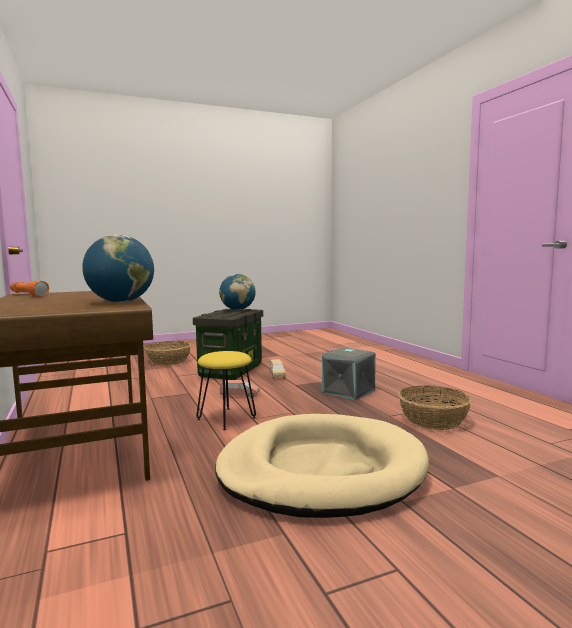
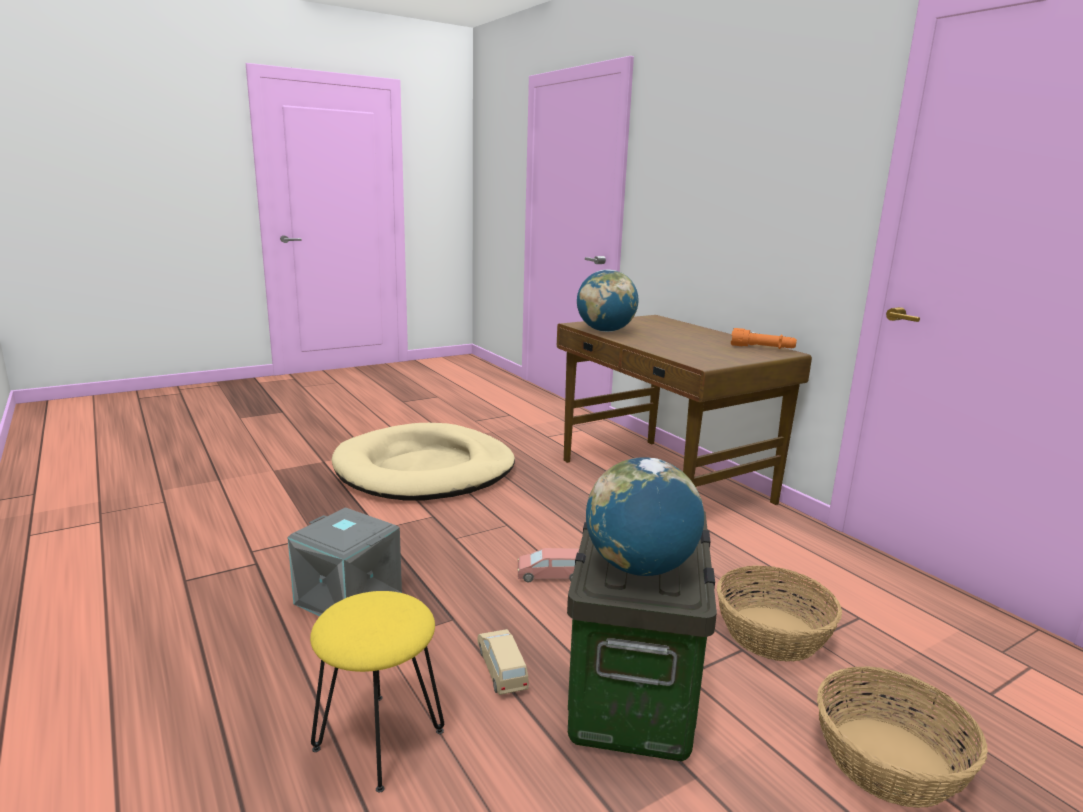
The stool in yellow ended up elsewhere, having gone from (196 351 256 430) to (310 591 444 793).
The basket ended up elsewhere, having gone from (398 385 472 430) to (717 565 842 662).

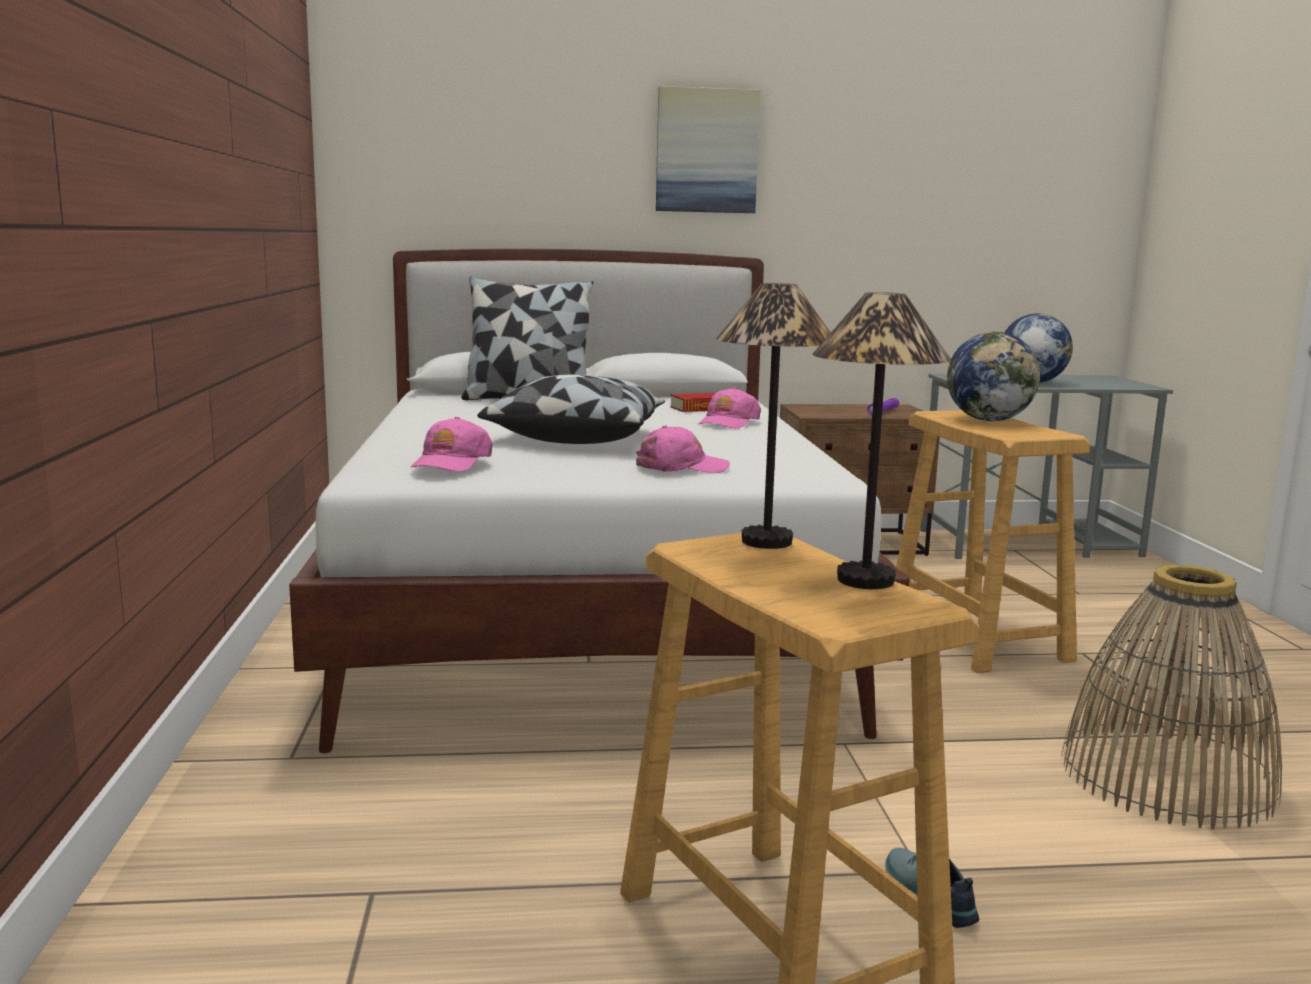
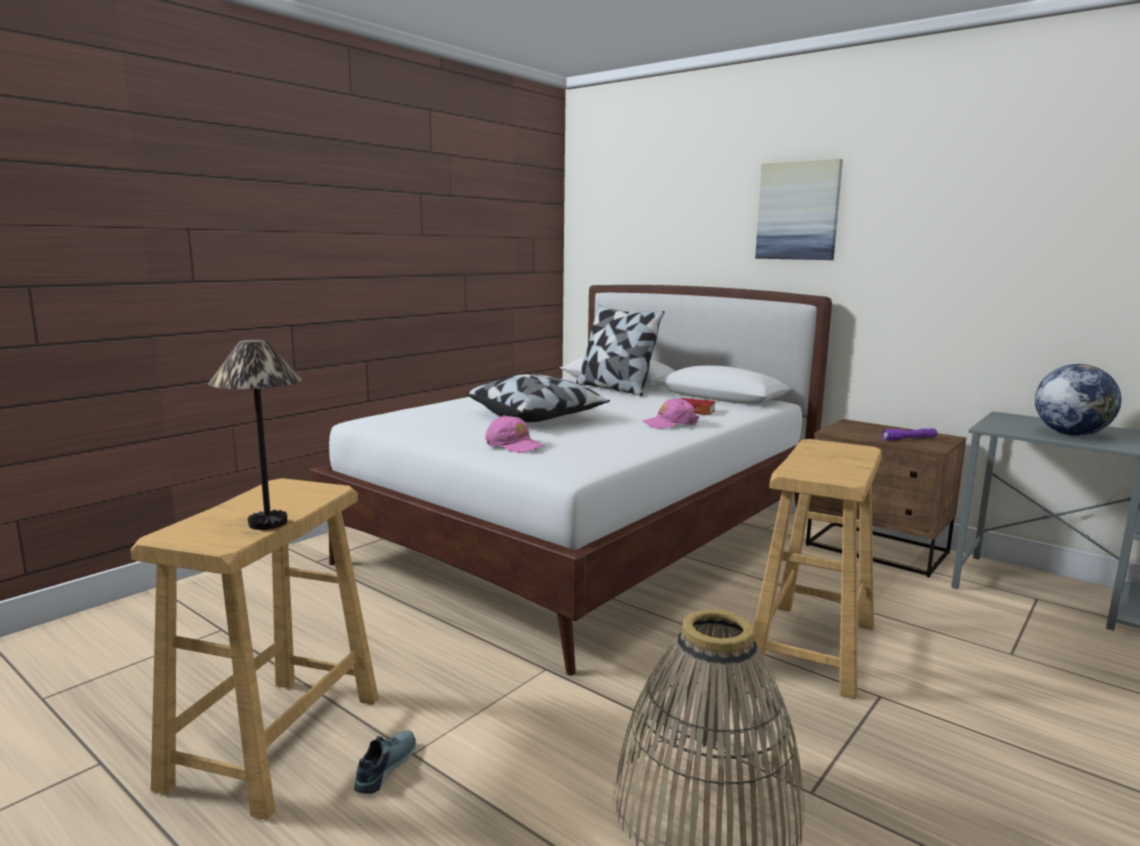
The second view lost the cap in pink at (411 417 493 471).
The second view lost the table lamp at (716 283 831 549).
The second view lost the globe at (947 332 1040 421).

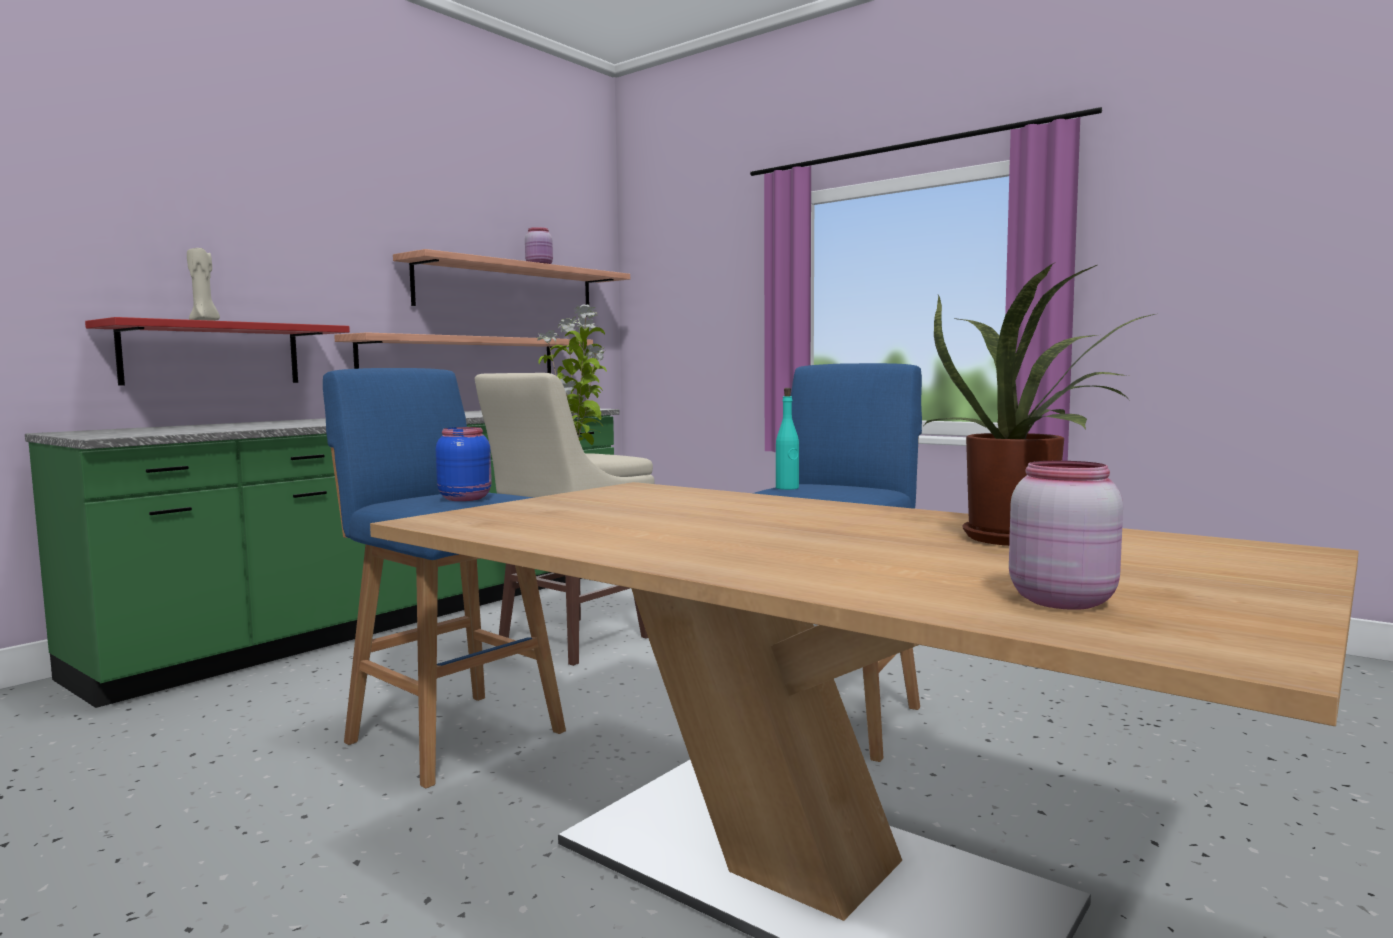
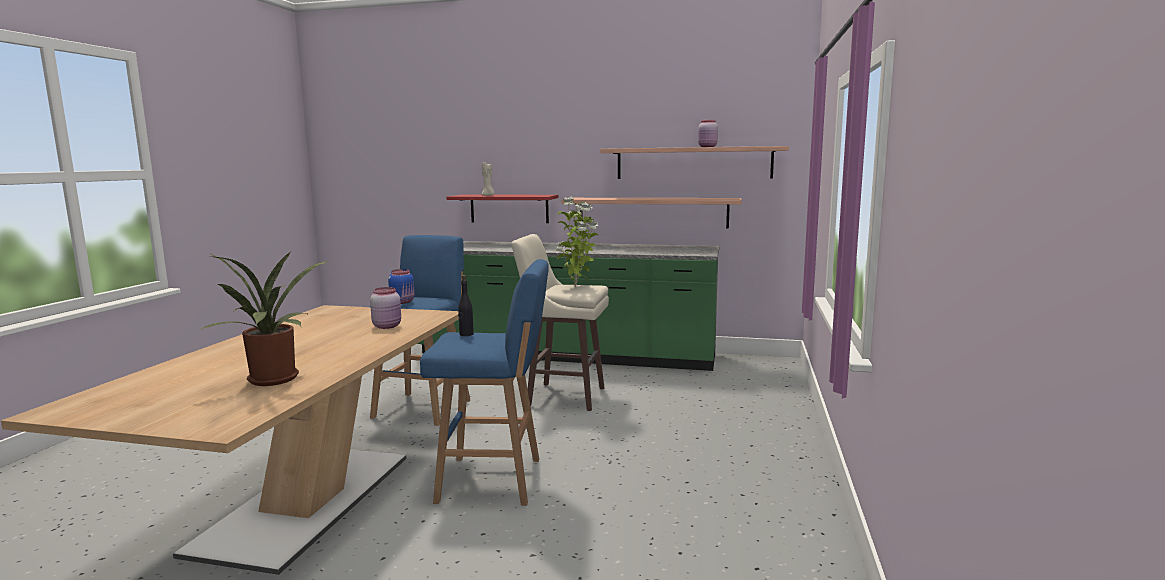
The jar in pink ended up elsewhere, having gone from (1009 461 1123 610) to (370 287 401 329).
What was the bottle in turquoise at (776 388 799 490) turned into the bottle in black at (458 275 474 336).

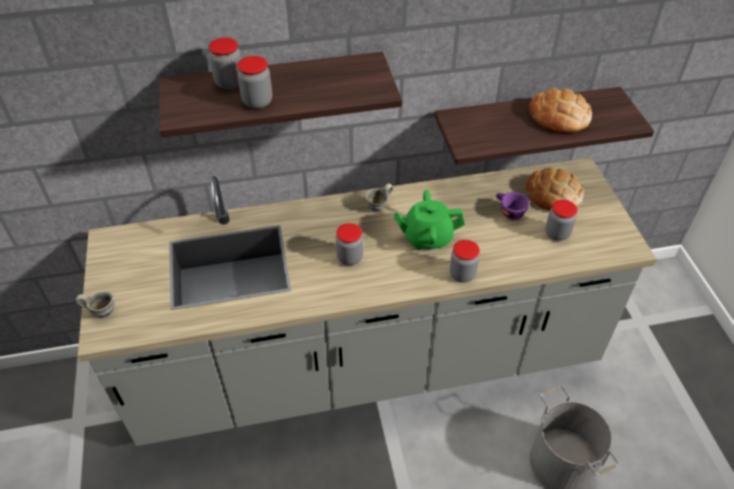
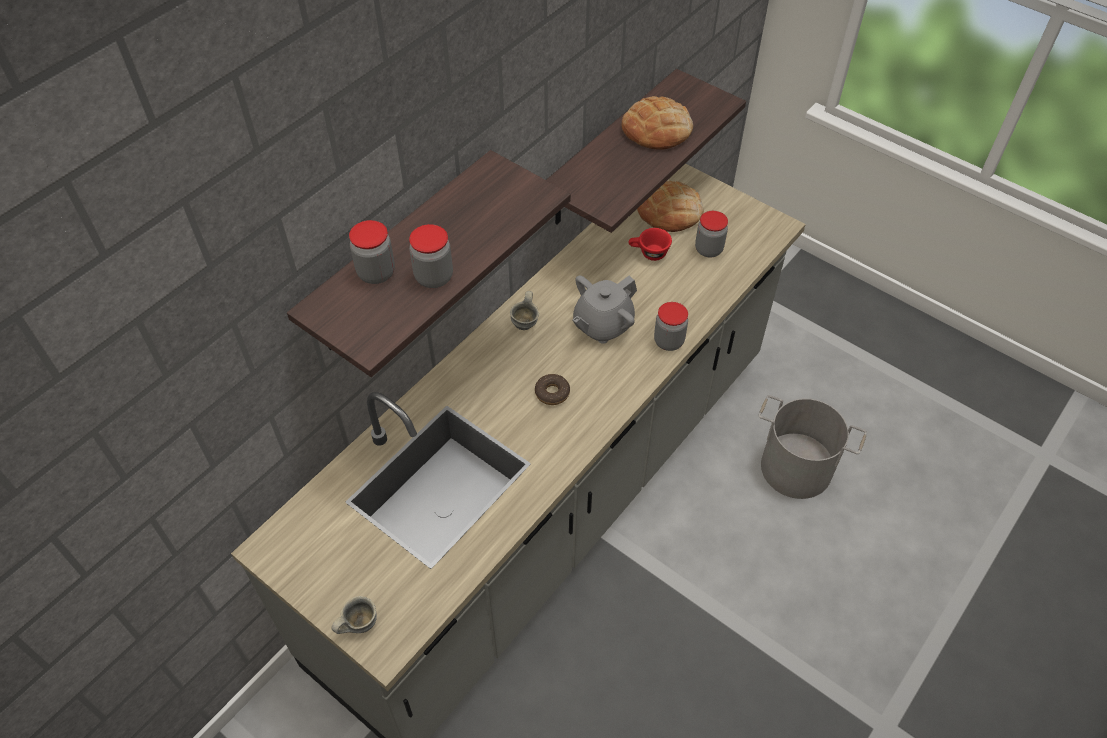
Where the jar stood at (336 223 363 265), the donut came to stand at (535 374 570 405).
What was the teapot in green at (393 190 465 250) turned into the teapot in grey at (572 275 637 344).
What was the cup in purple at (496 192 529 220) turned into the cup in red at (629 228 672 261).

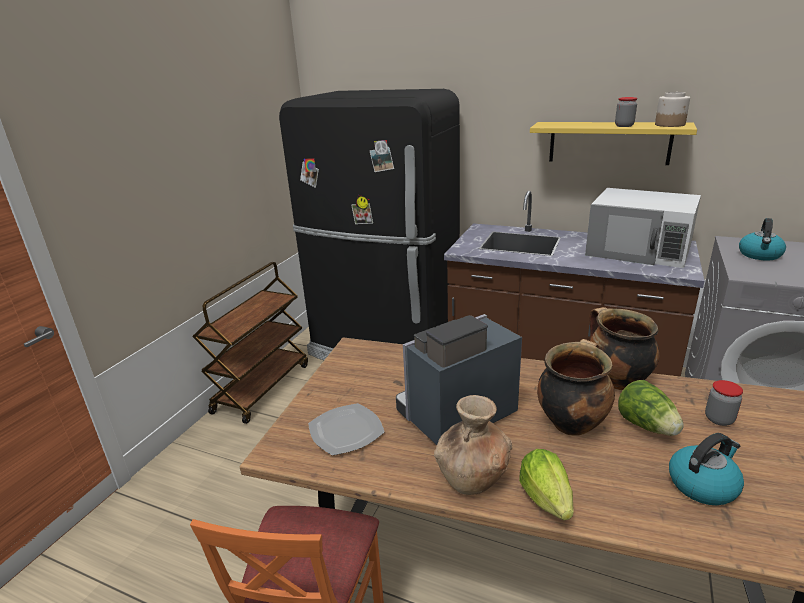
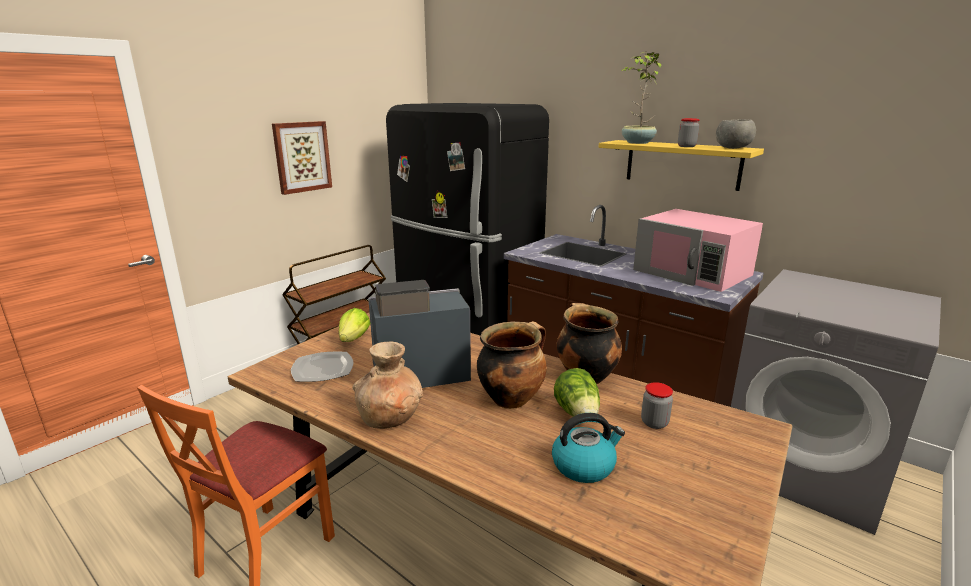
The second view gained the picture at (272 121 332 195).
The lettuce ended up elsewhere, having gone from (519 449 574 520) to (339 308 370 342).
The second view gained the potted plant at (621 52 661 144).
What was the microwave in white at (585 188 701 268) turned into the microwave in pink at (633 209 763 292).
Where the jar stood at (655 92 690 127), the bowl in grey came to stand at (716 119 756 149).
The second view lost the kettle at (739 218 786 261).

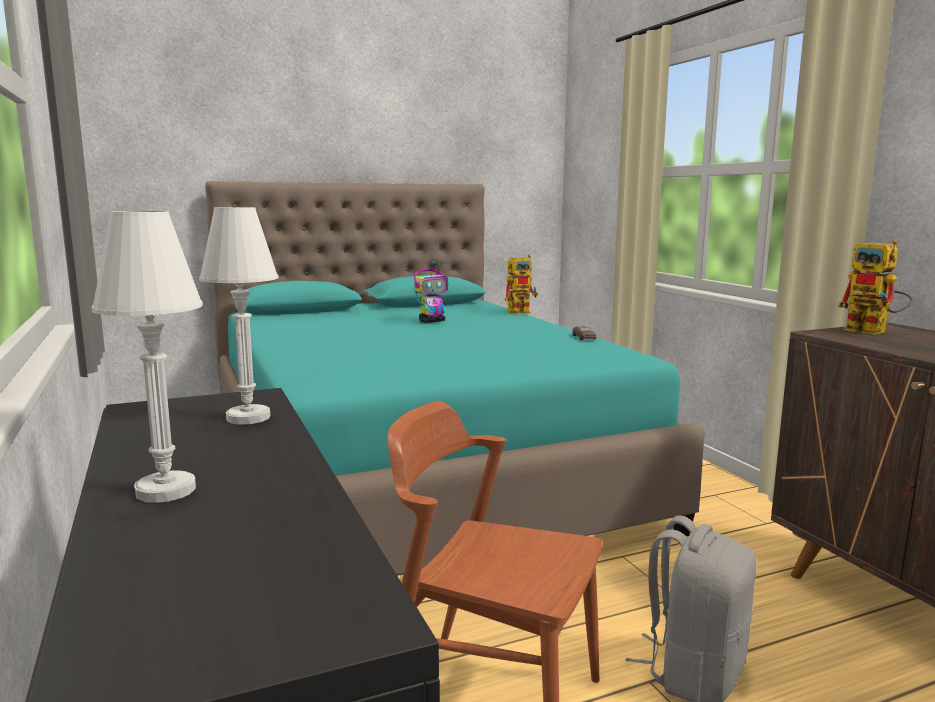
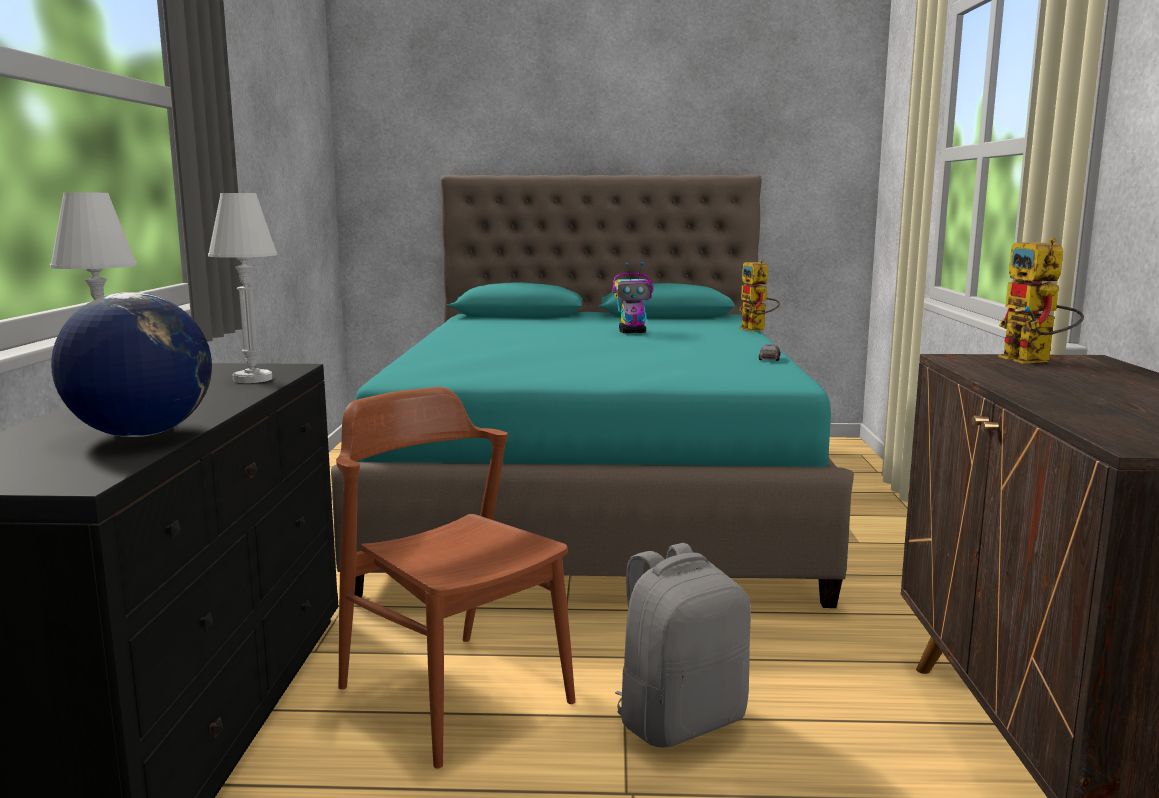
The second view gained the globe at (51 292 212 437).
The toy robot at (505 255 538 315) ended up facing another way, 75 degrees clockwise from before.

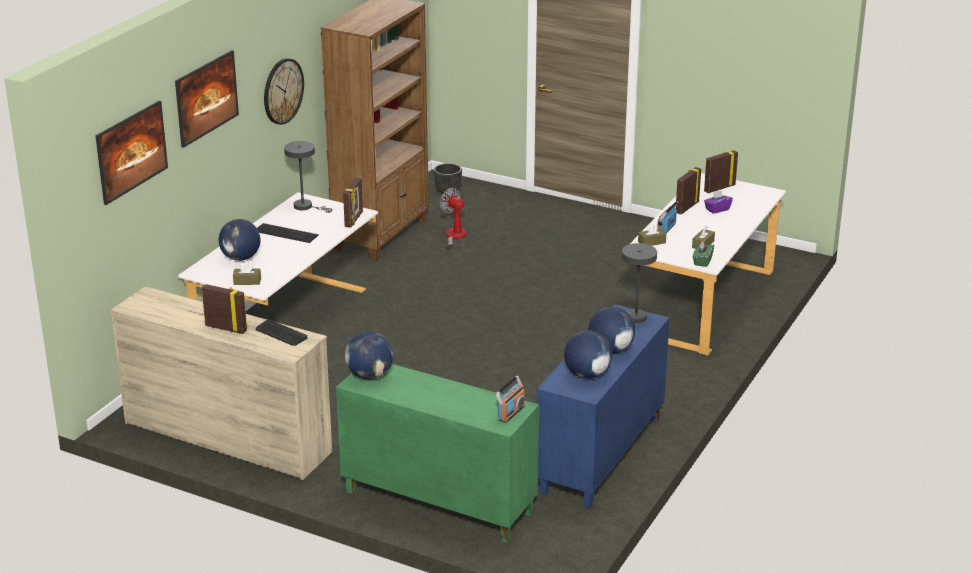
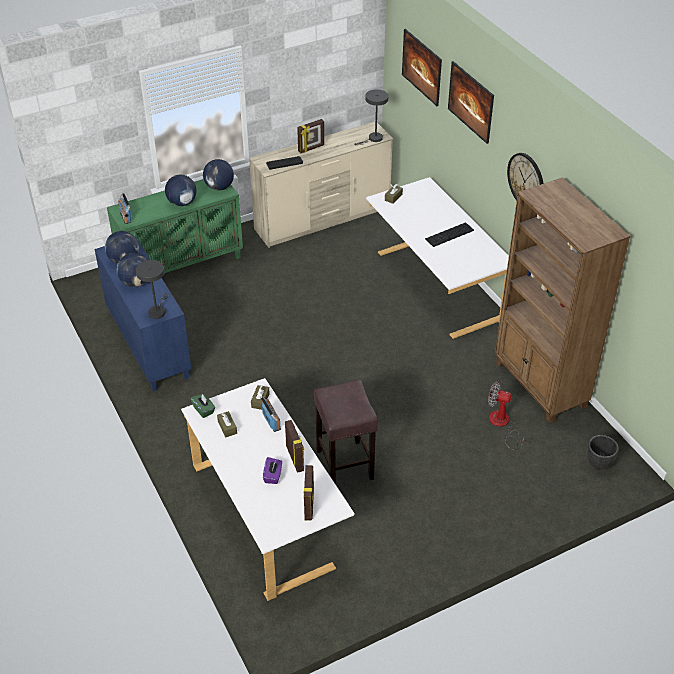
The globe ended up elsewhere, having gone from (219 219 261 261) to (165 175 197 206).
The second view gained the stool in brown at (314 380 378 485).
The table lamp in grey ended up elsewhere, having gone from (284 141 332 213) to (354 90 389 145).
The fan at (440 188 467 254) ended up facing another way, 150 degrees counterclockwise from before.
The second view lost the picture frame at (343 178 363 228).

